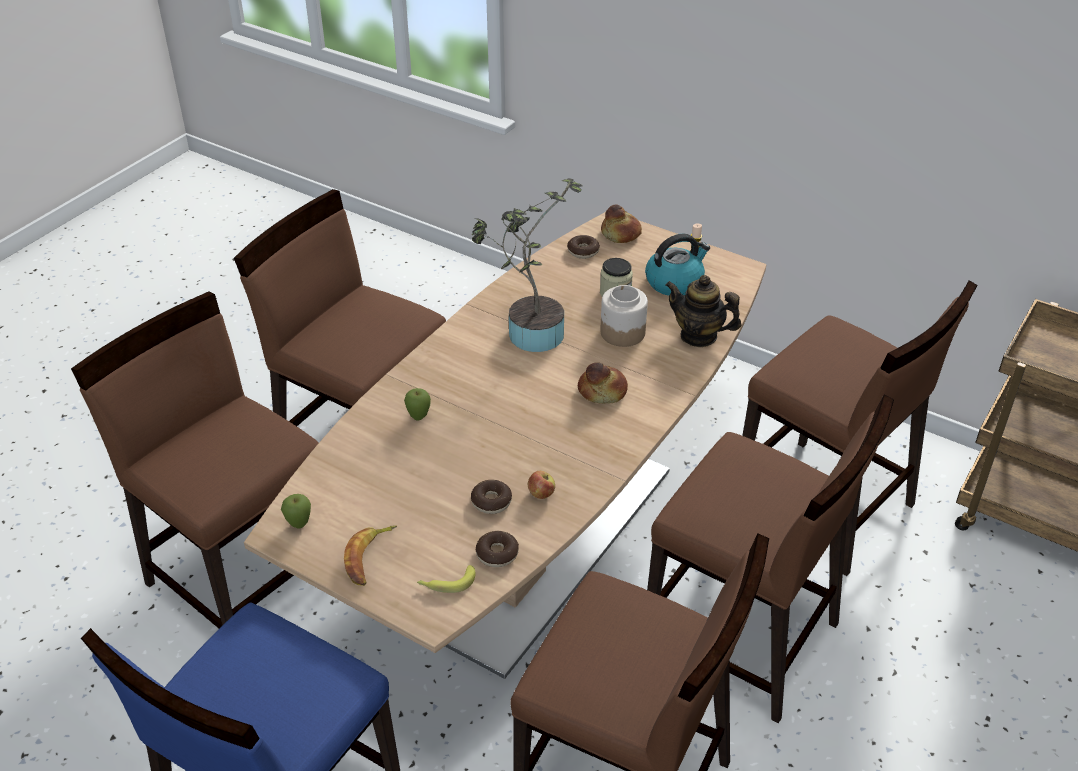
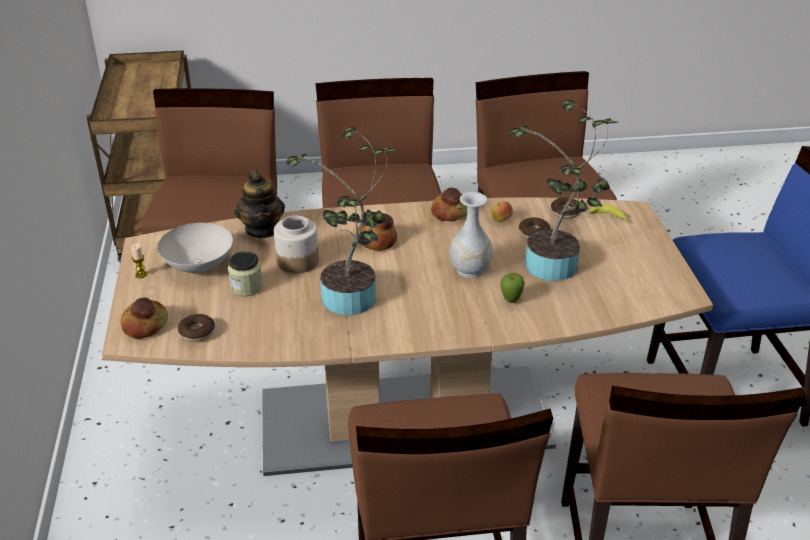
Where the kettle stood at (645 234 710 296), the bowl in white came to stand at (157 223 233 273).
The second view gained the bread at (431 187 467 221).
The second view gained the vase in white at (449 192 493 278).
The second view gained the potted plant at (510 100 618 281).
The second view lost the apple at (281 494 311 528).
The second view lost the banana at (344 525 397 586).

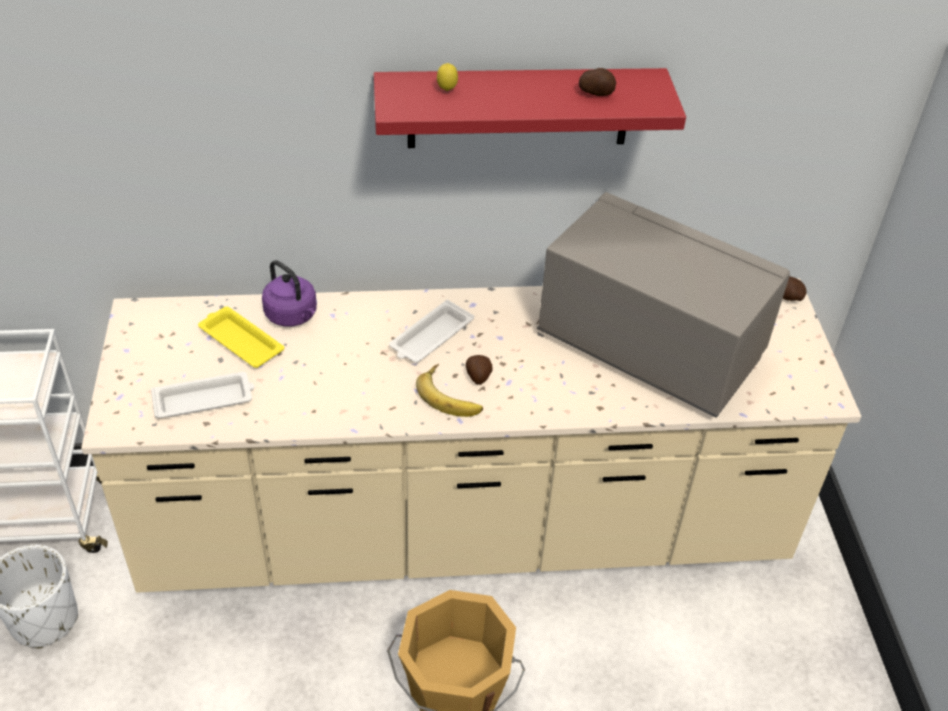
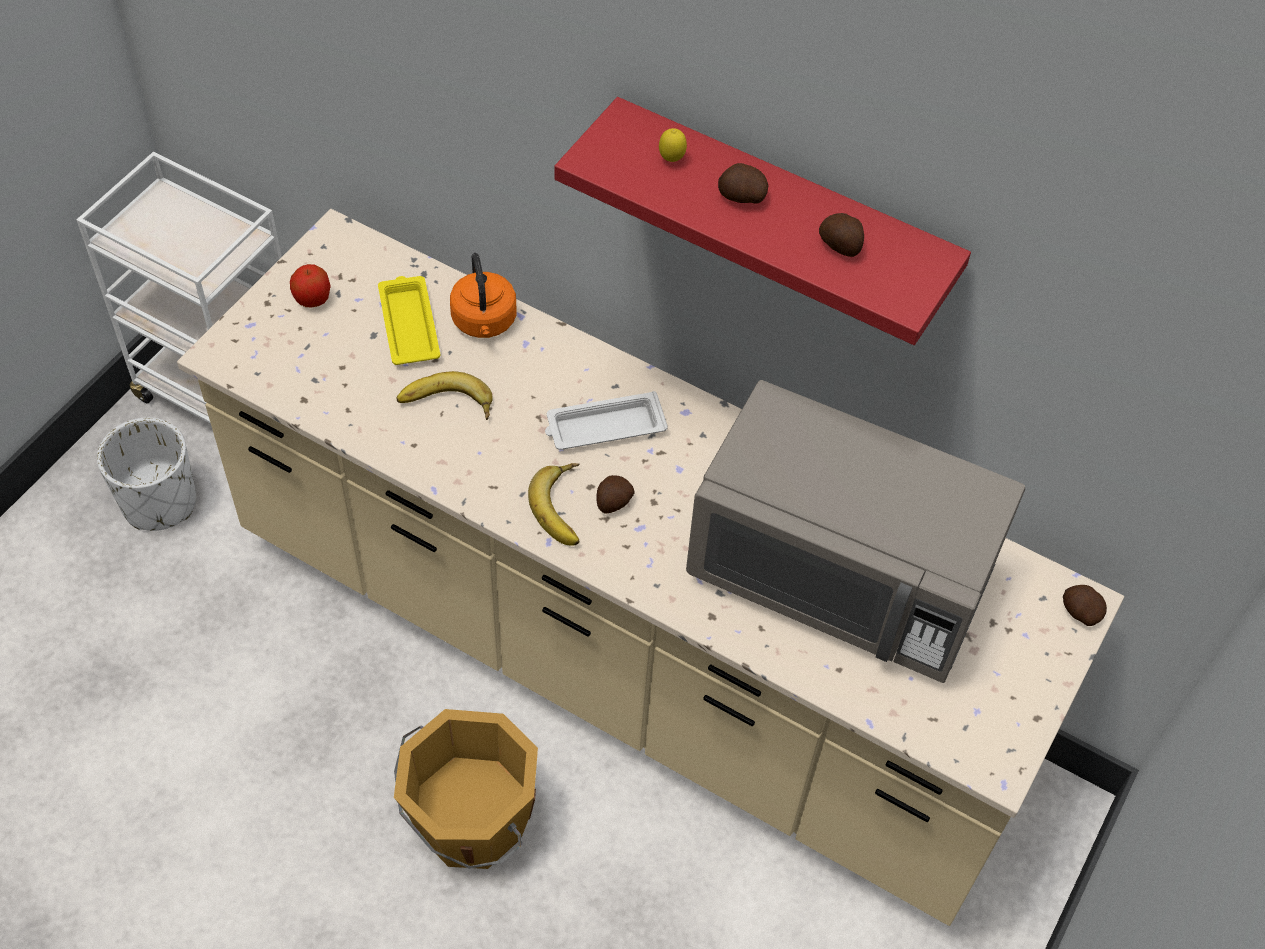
The second view gained the apple at (290 264 331 307).
The second view gained the banana at (397 371 493 420).
What was the kettle in purple at (262 260 317 326) turned into the kettle in orange at (450 253 517 338).
The microwave in grey at (537 192 790 418) ended up facing another way, 135 degrees clockwise from before.
The second view gained the potato at (718 163 769 204).
The second view lost the tray in white at (151 372 255 418).

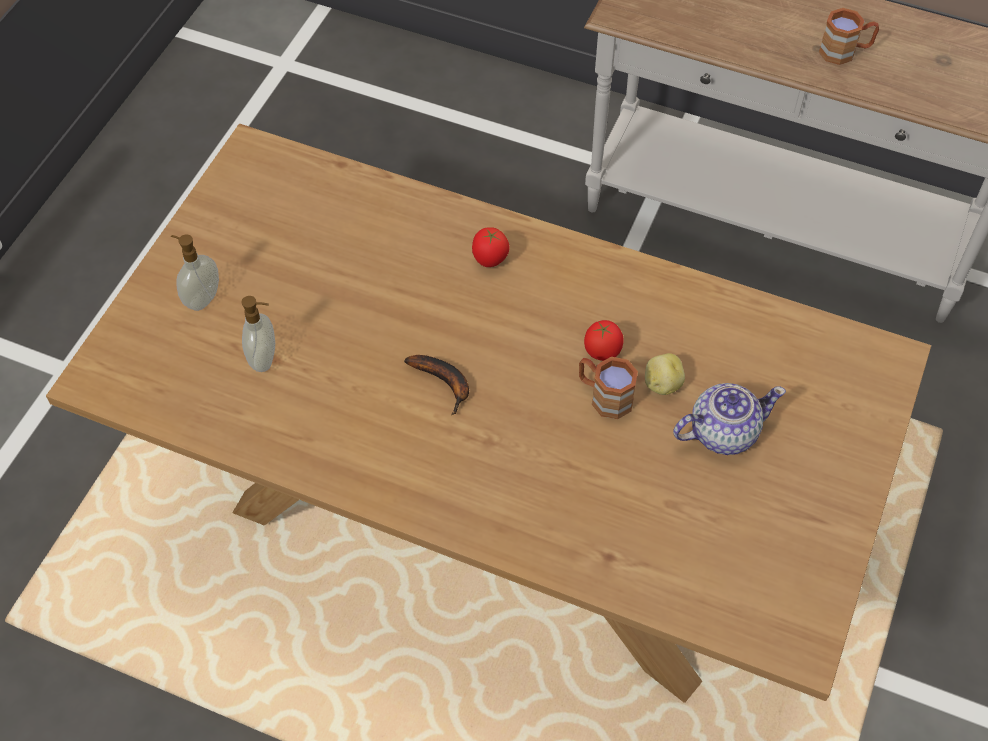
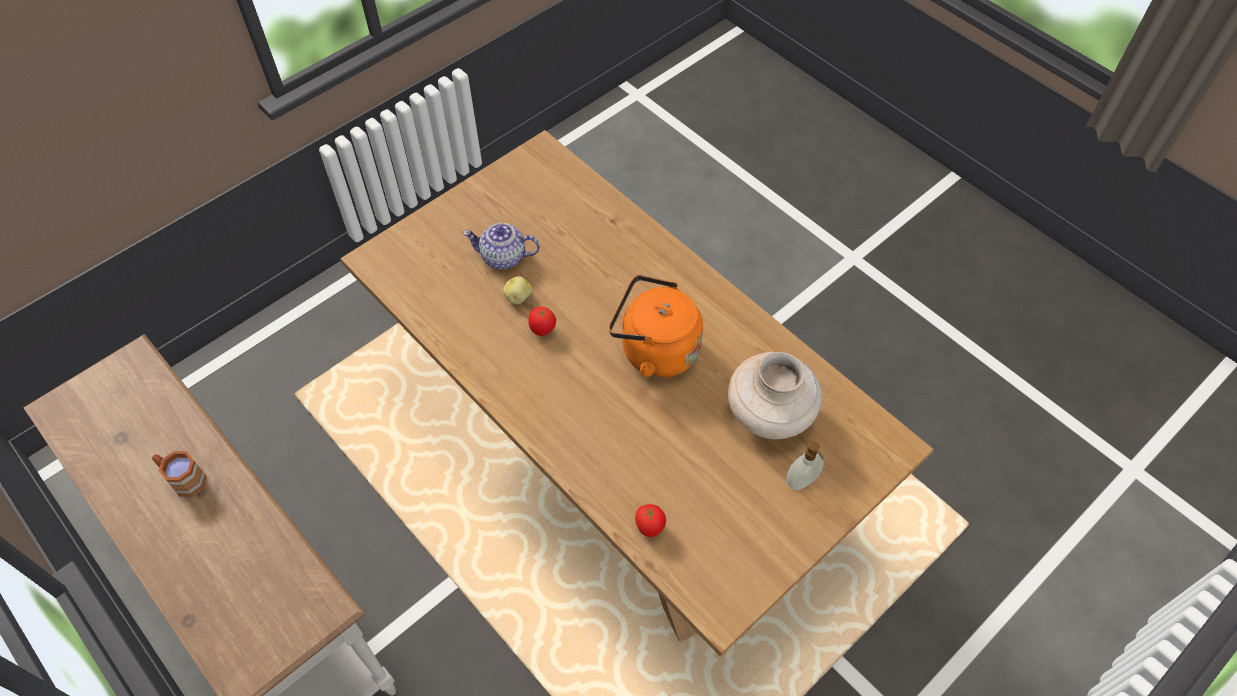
Where the banana stood at (404 355 469 415), the kettle in orange came to stand at (609 275 703 378).
The tomato ended up elsewhere, having gone from (472 227 510 267) to (635 504 666 537).
Where the soap dispenser stood at (241 296 275 372), the vase in beige came to stand at (728 352 822 439).
The second view lost the mug in brown at (579 357 638 419).

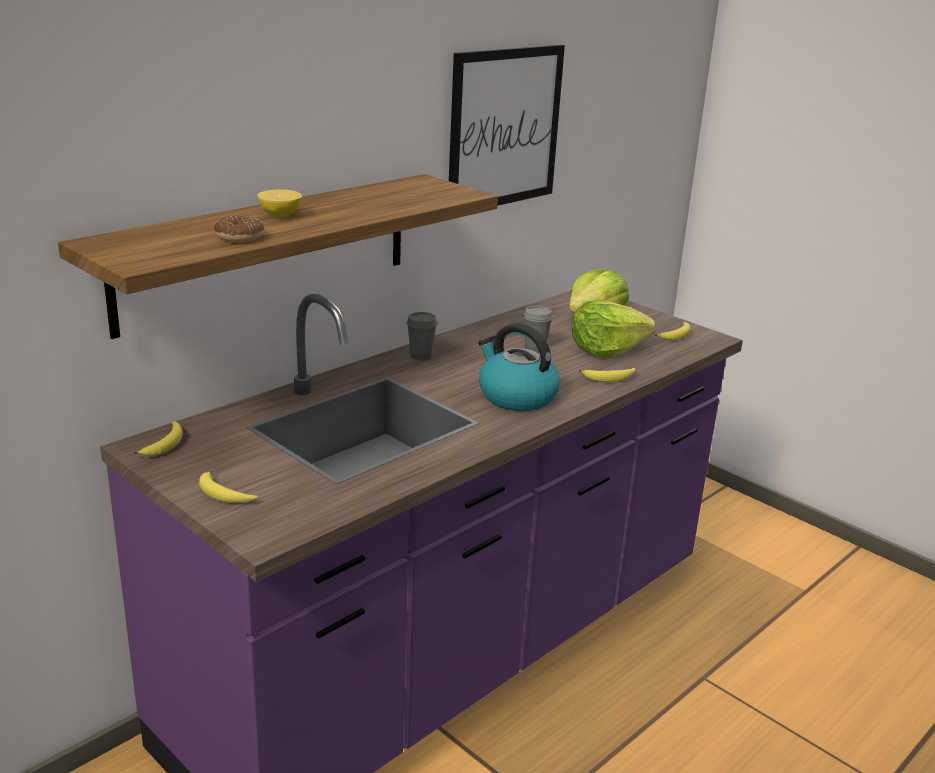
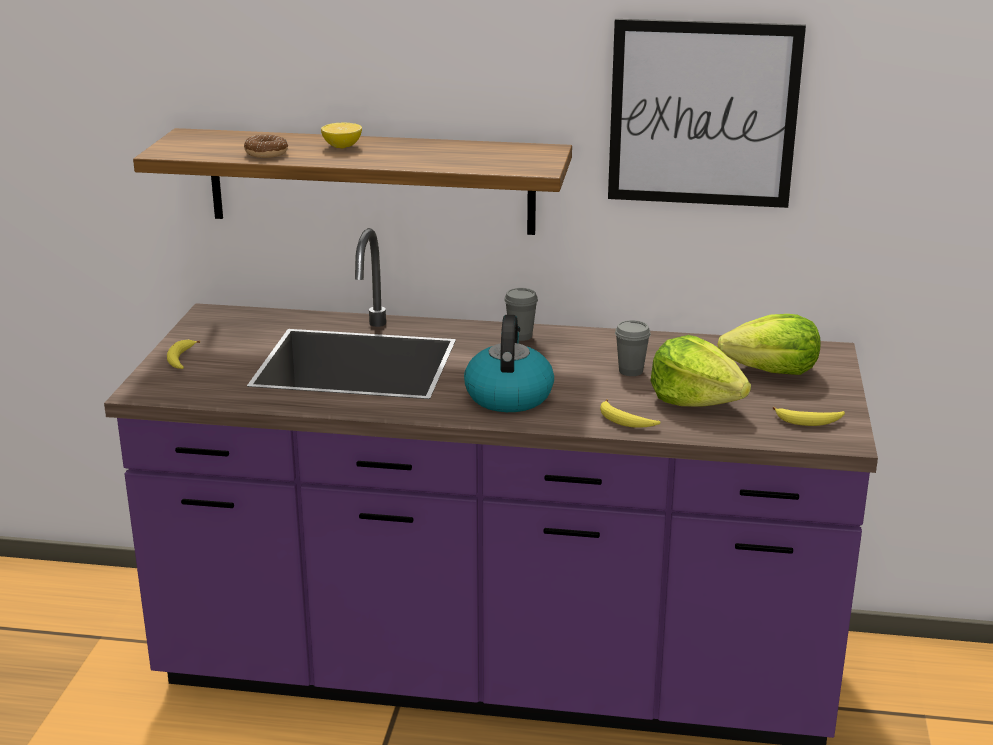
The second view lost the banana at (134 421 183 456).

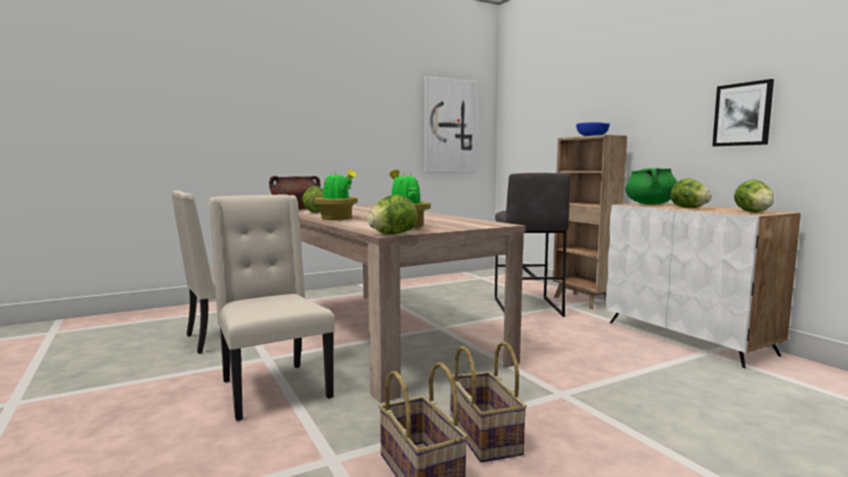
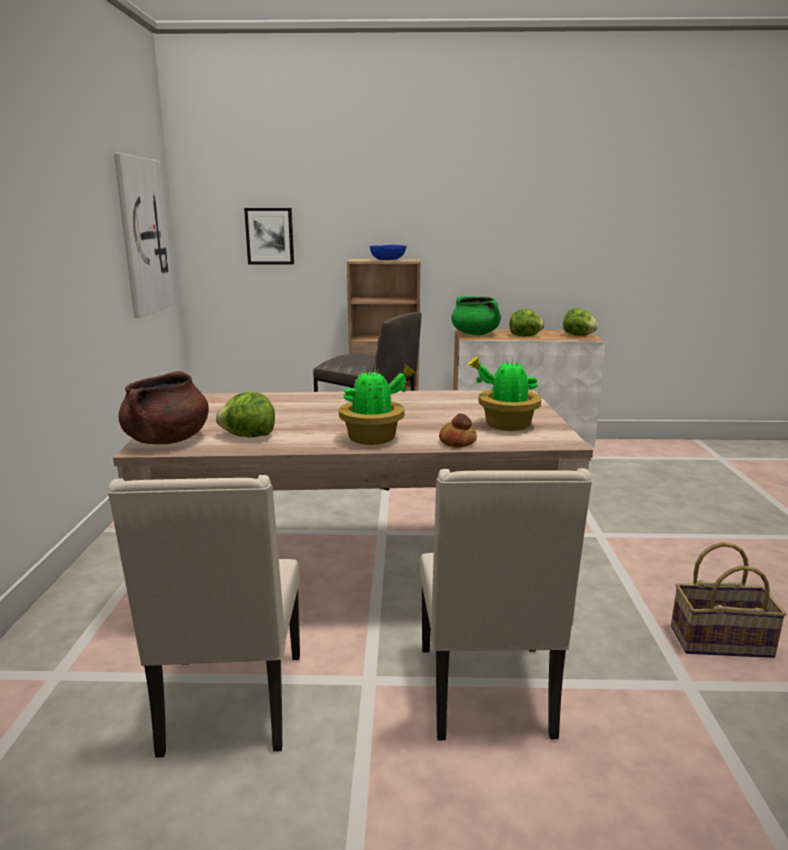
The picture ended up elsewhere, having gone from (712 79 774 146) to (244 208 294 264).
The chair in beige at (208 194 335 421) ended up facing another way, 90 degrees counterclockwise from before.
The second view gained the bread at (439 413 477 448).
The second view lost the lettuce at (368 195 418 234).
The second view lost the basket at (450 341 527 463).

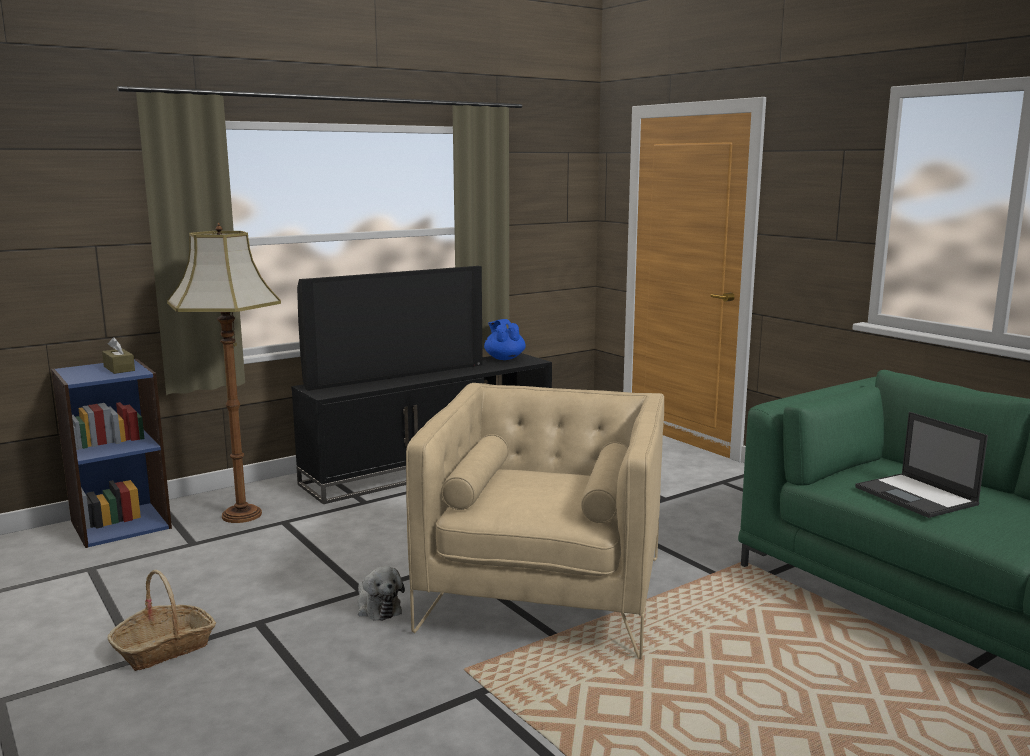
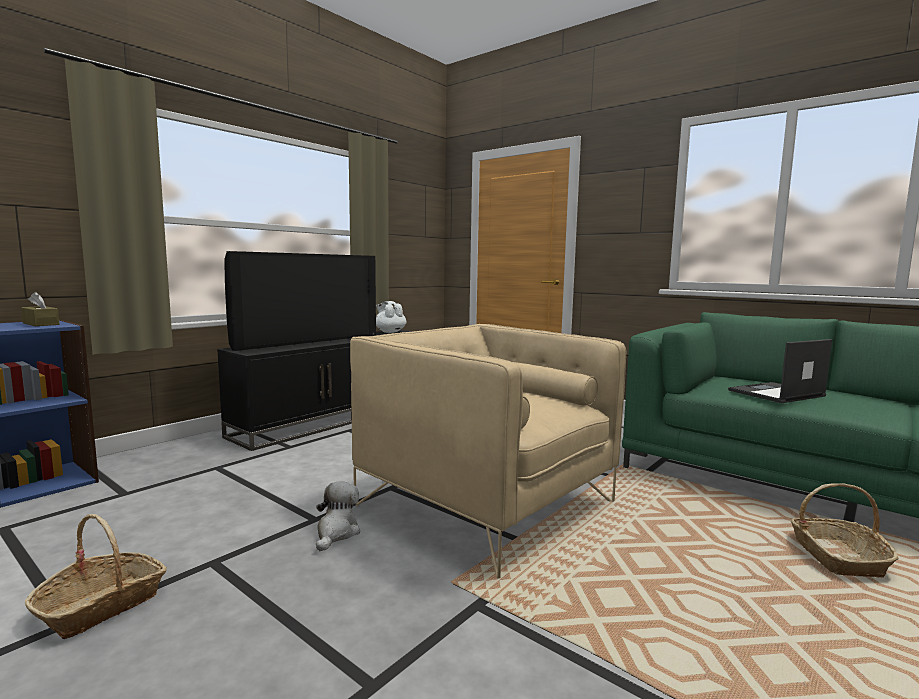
The plush toy at (357 566 405 621) ended up facing another way, 120 degrees counterclockwise from before.
The armchair in beige at (406 383 664 659) ended up facing another way, 45 degrees counterclockwise from before.
What was the teapot in blue at (484 319 526 360) turned into the teapot in white at (376 301 407 333).
The laptop at (855 412 988 518) ended up facing another way, 105 degrees clockwise from before.
The second view gained the basket at (791 483 899 578).
The second view lost the floor lamp at (167 222 281 523).

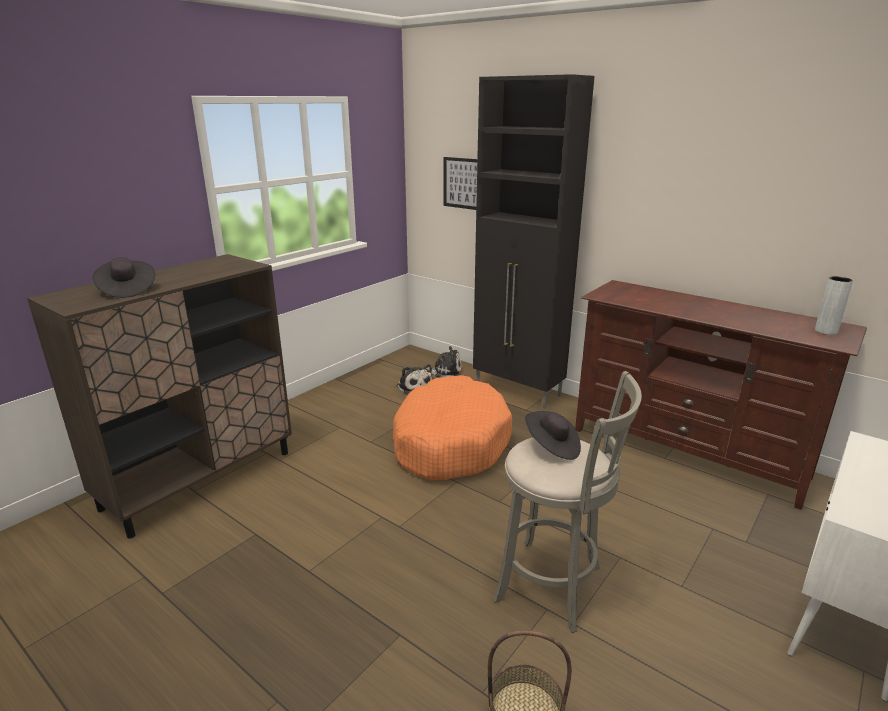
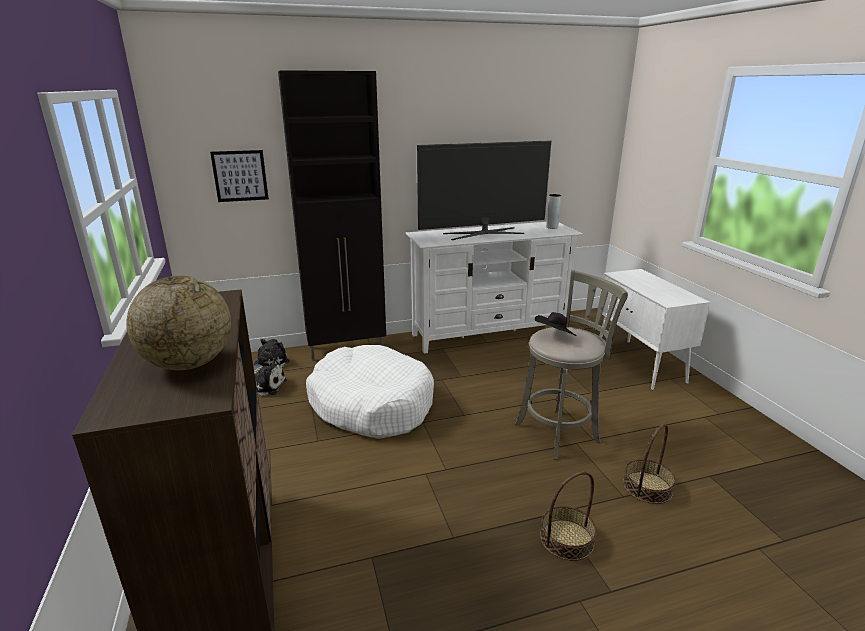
Where the hat in black stood at (93 257 155 298), the globe came to stand at (126 276 231 370).
What was the dog bed in orange at (393 375 512 481) turned into the dog bed in white at (306 345 434 439).
What was the tv stand in brown at (575 280 867 510) turned into the tv stand in white at (405 222 583 354).
The second view gained the television at (417 140 551 240).
The second view gained the basket at (540 471 597 561).

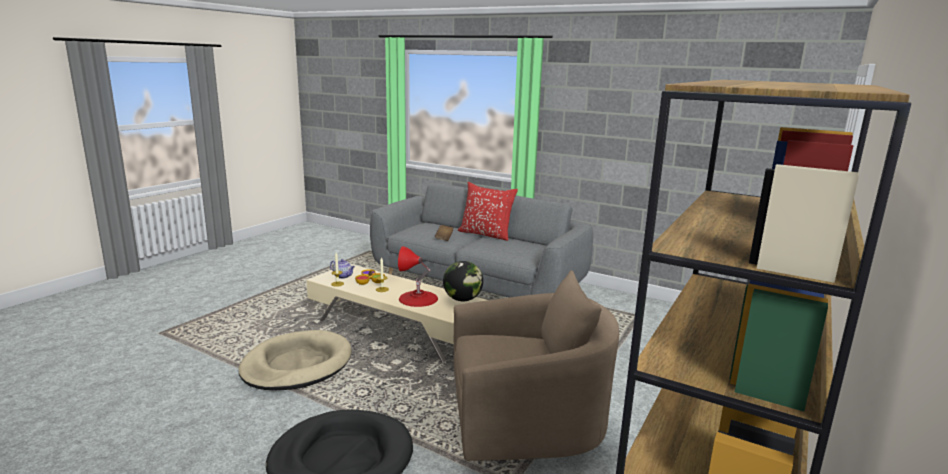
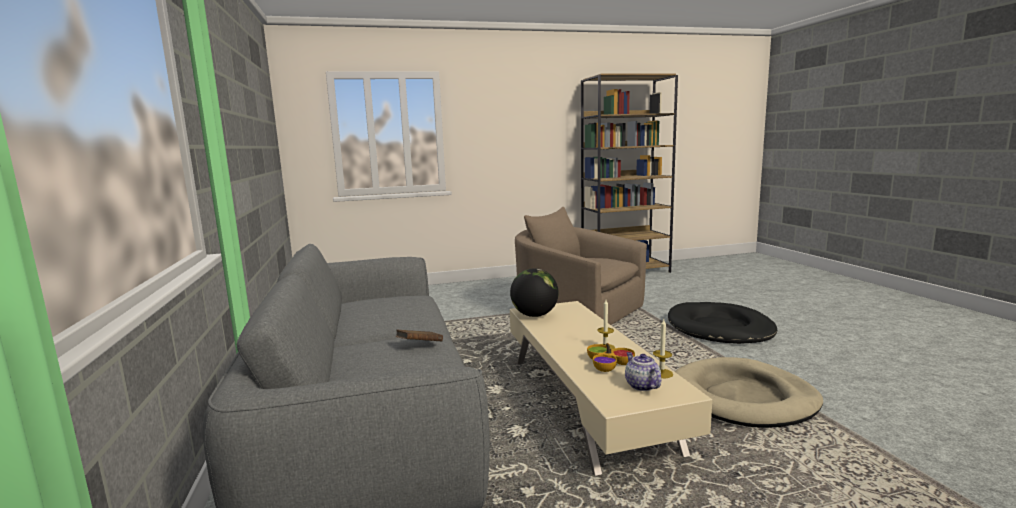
The second view lost the table lamp in red at (398 246 438 307).
The second view lost the pillow in red at (458 182 518 241).

